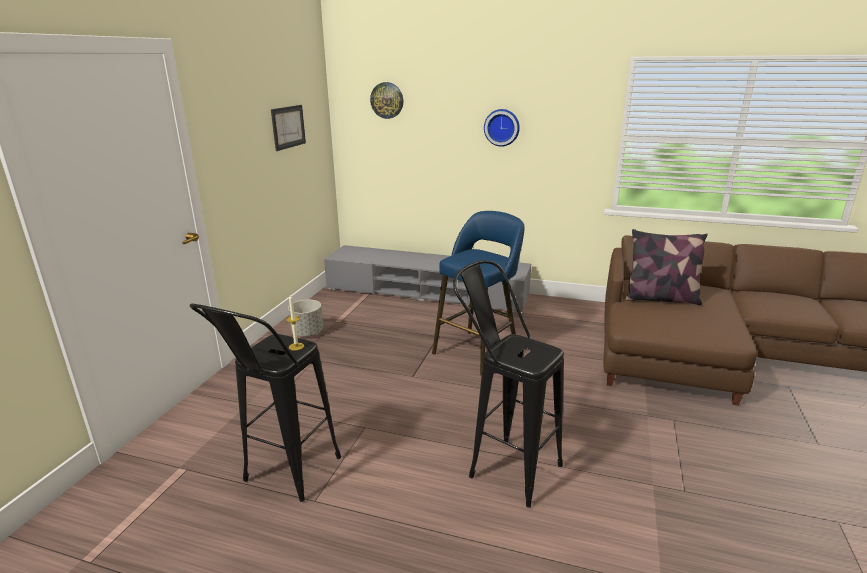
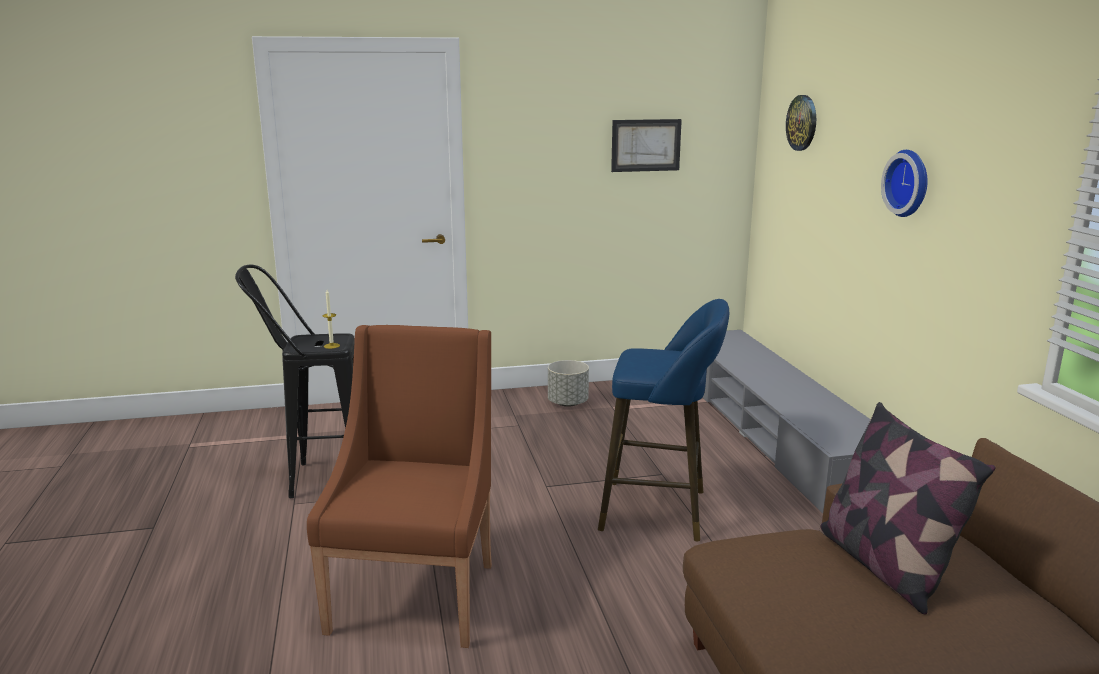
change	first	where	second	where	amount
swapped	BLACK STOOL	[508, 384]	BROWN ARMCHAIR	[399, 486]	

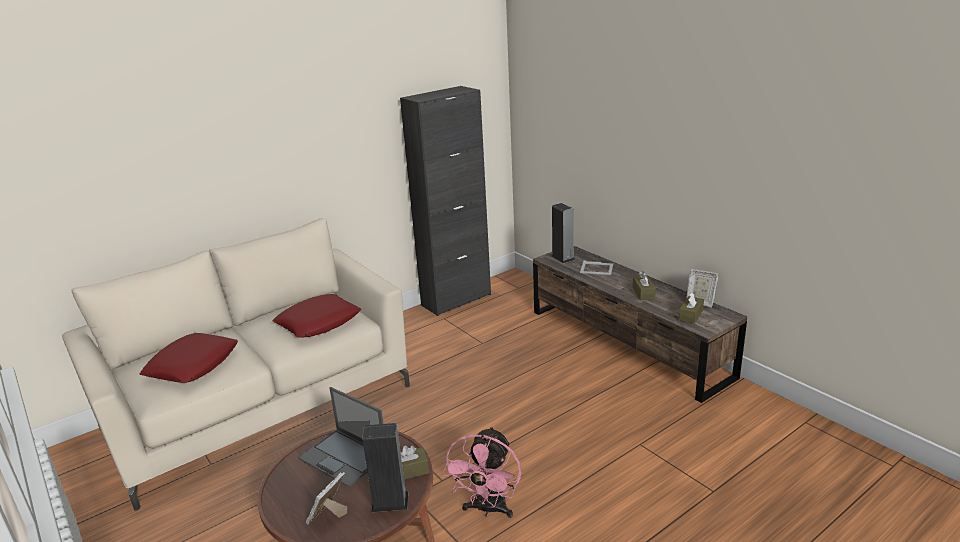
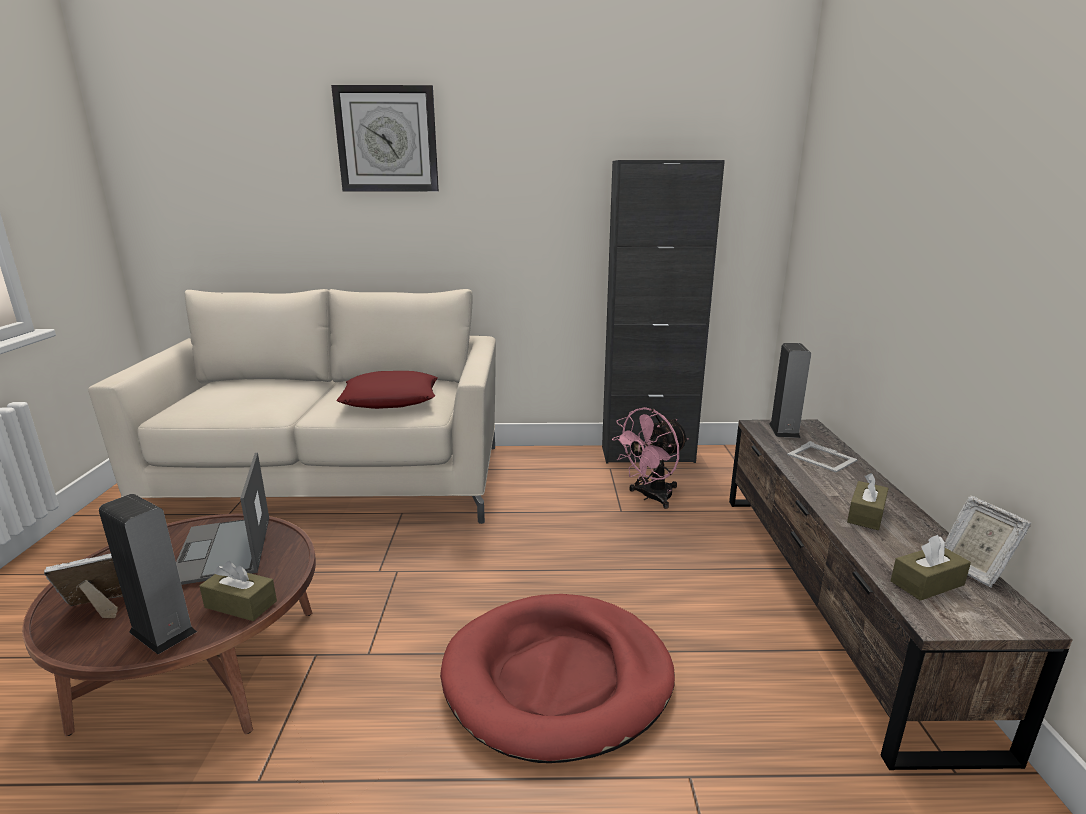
change	first	where	second	where	amount
gone	RED PILLOW	[189, 358]			
shifted	PINK FAN	[481, 472]		[650, 458]	
new			WALL CLOCK	[385, 138]	
new			RED DOG BED	[557, 678]	

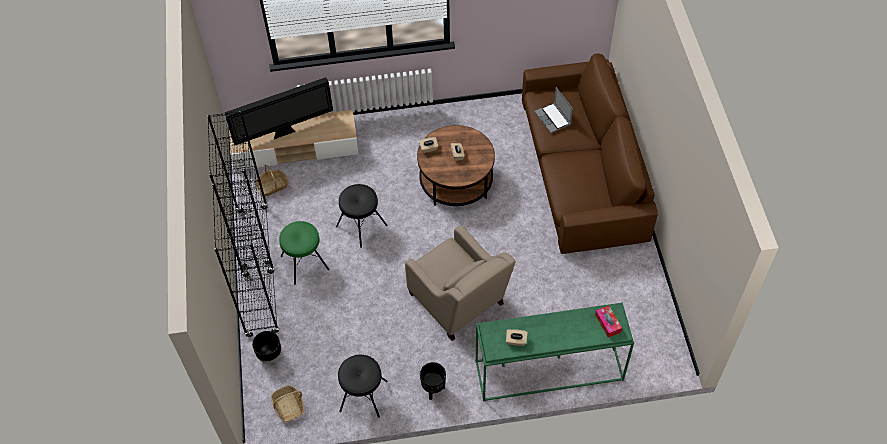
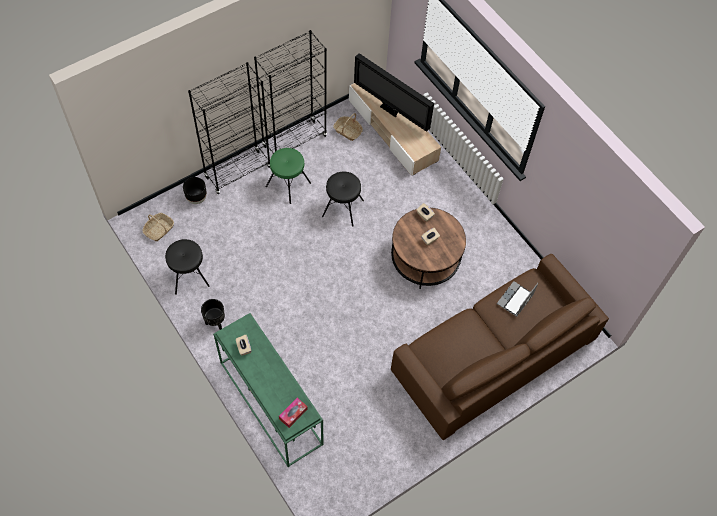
change	first	where	second	where	amount
gone	BEIGE ARMCHAIR	[460, 283]			

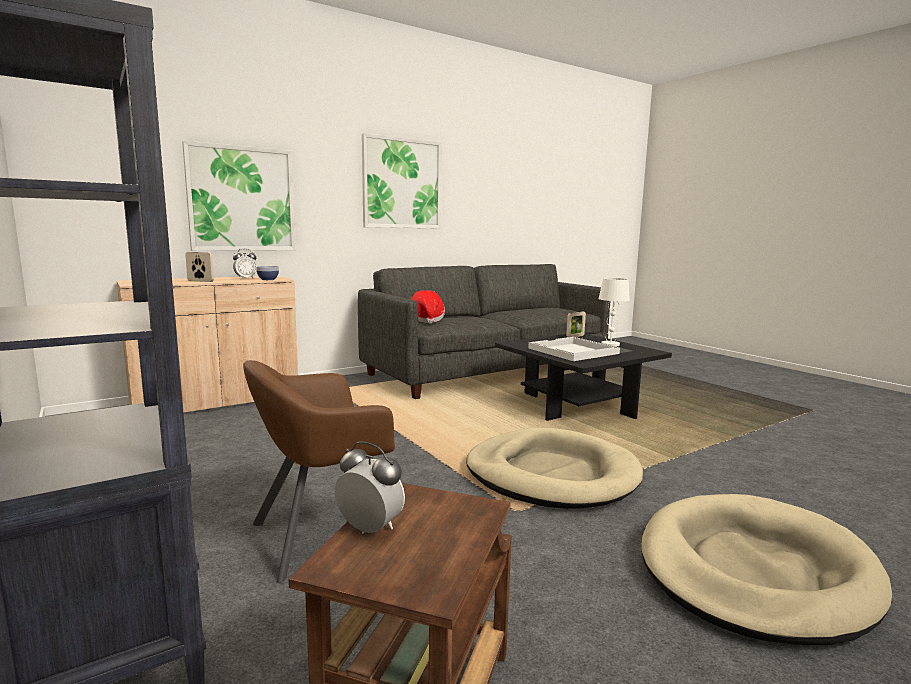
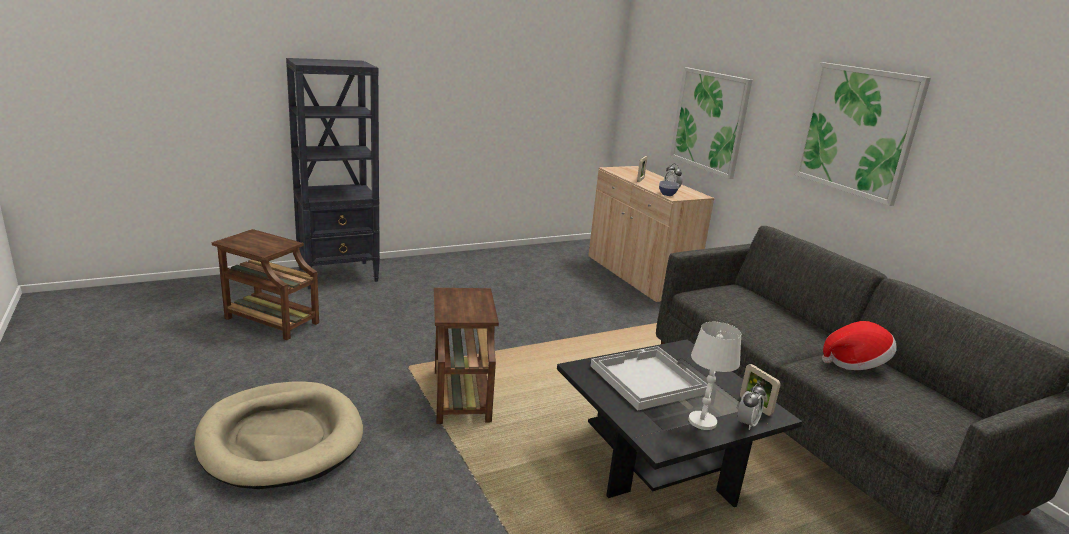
change	first	where	second	where	amount
gone	BROWN ARMCHAIR	[319, 471]			
shifted	ALARM CLOCK	[370, 487]		[752, 406]	
shifted	HAT	[428, 306]		[859, 345]	
swapped	BEIGE DOG BED	[554, 468]	BROWN SIDE TABLE	[466, 356]	

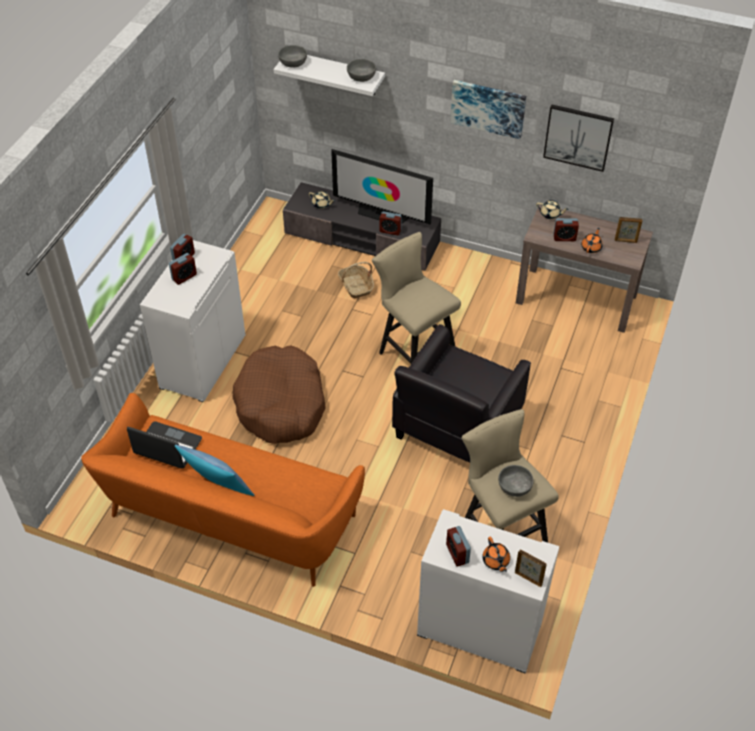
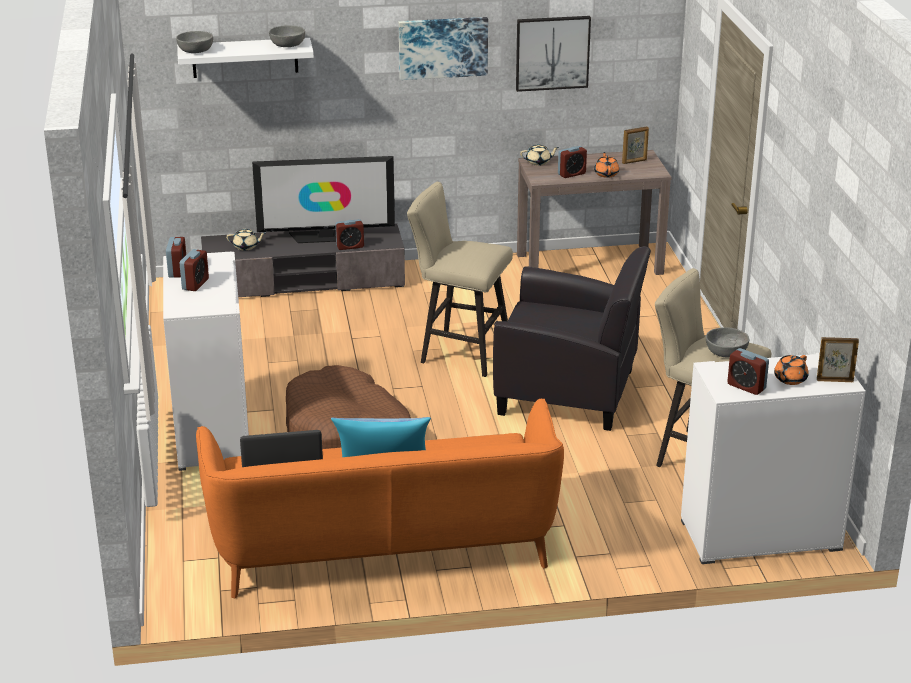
change	first	where	second	where	amount
gone	BASKET	[356, 280]			
rotated	BLACK ARMCHAIR	[461, 393]		[572, 338]	75 degrees counterclockwise
rotated	ORANGE TEAPOT	[496, 554]		[791, 370]	90 degrees clockwise

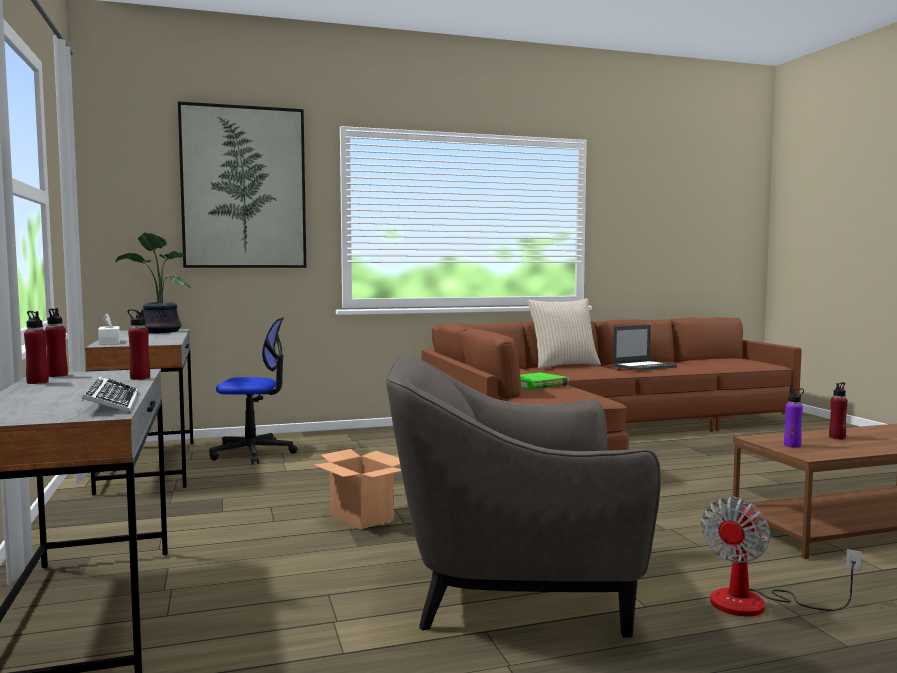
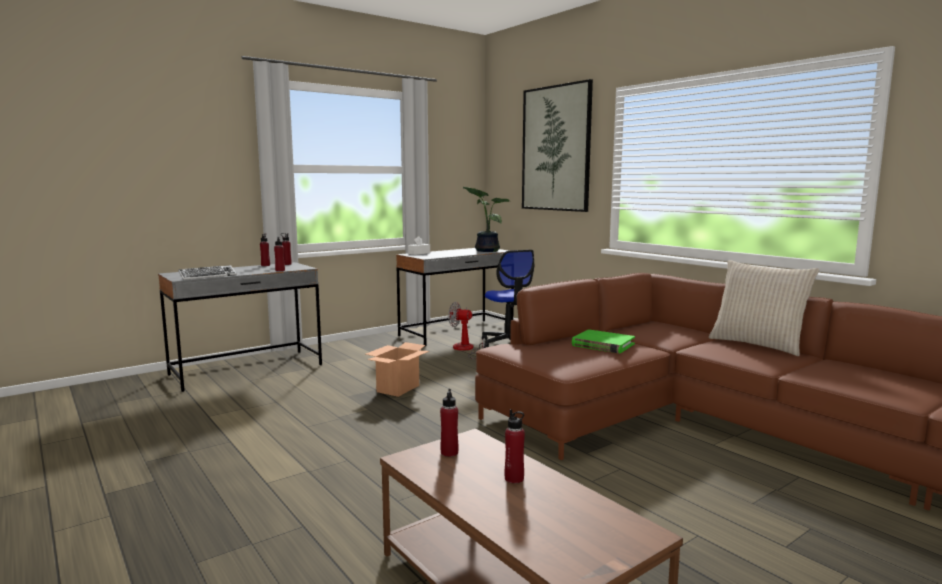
change	first	where	second	where	amount
gone	GREY ARMCHAIR	[523, 496]			
gone	LAPTOP	[645, 348]			
shifted	FAN	[781, 557]		[466, 330]	
repainted	PURPLE BOTTLE	[794, 418]	RED BOTTLE	[449, 423]	

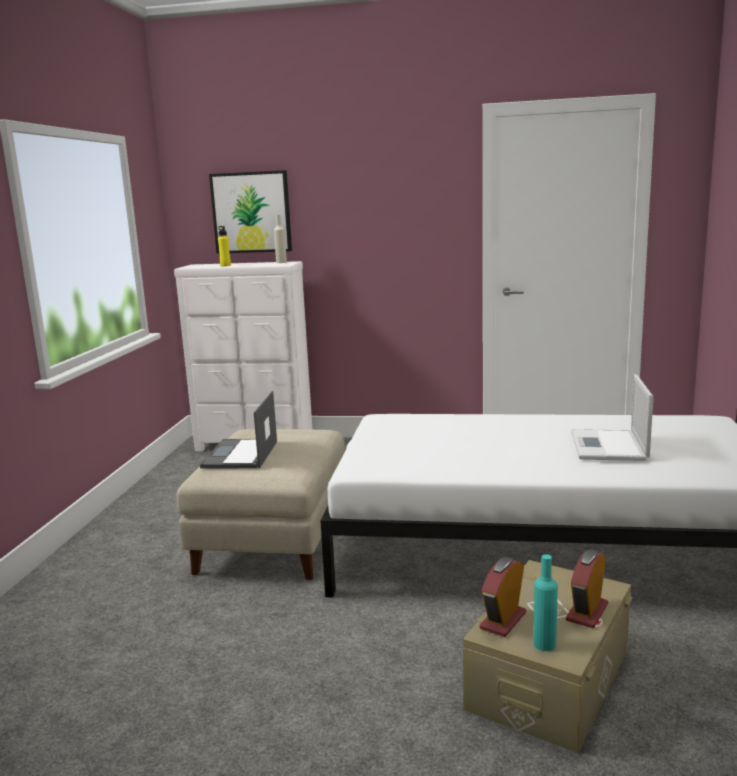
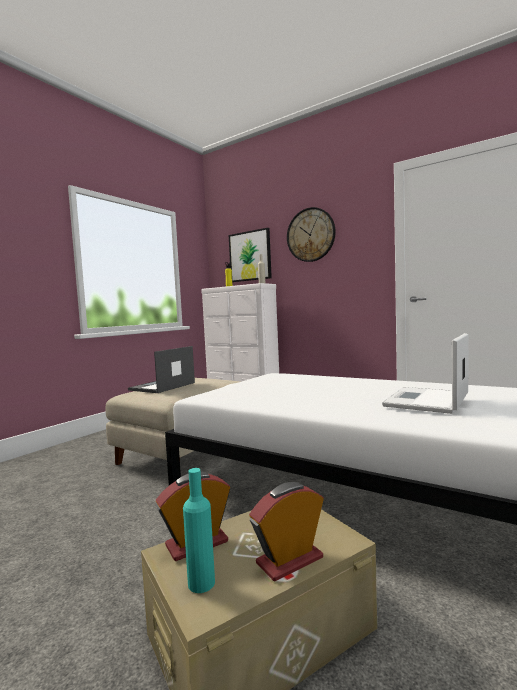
change	first	where	second	where	amount
new			WALL CLOCK	[311, 234]	

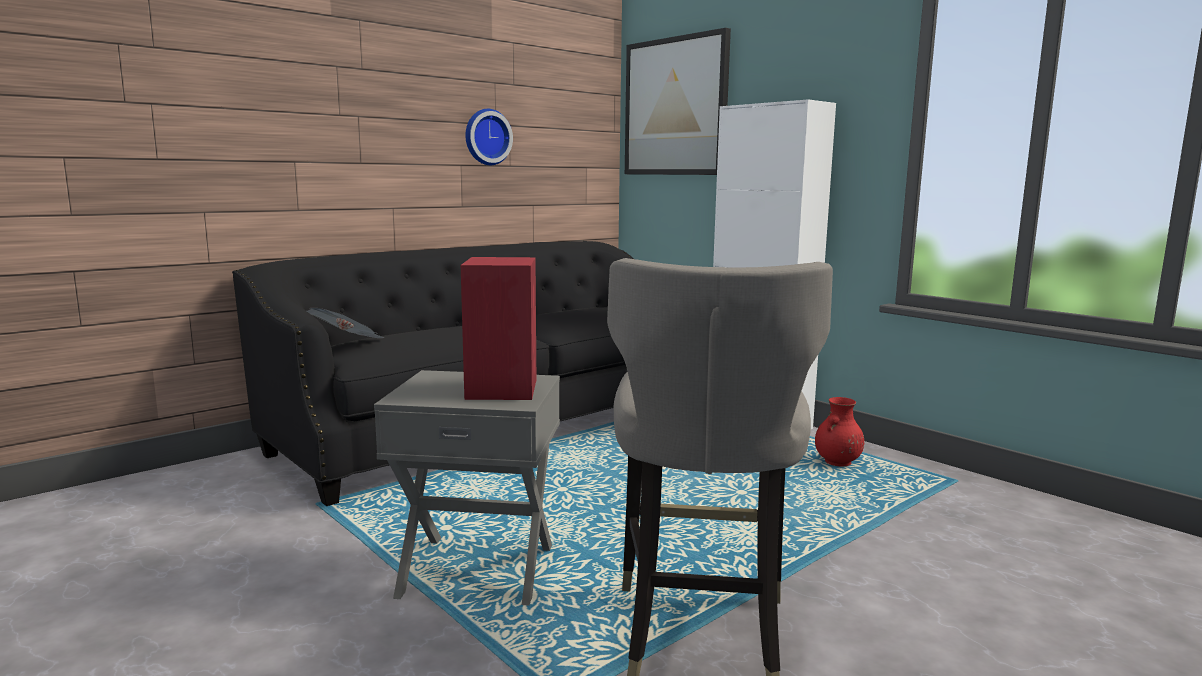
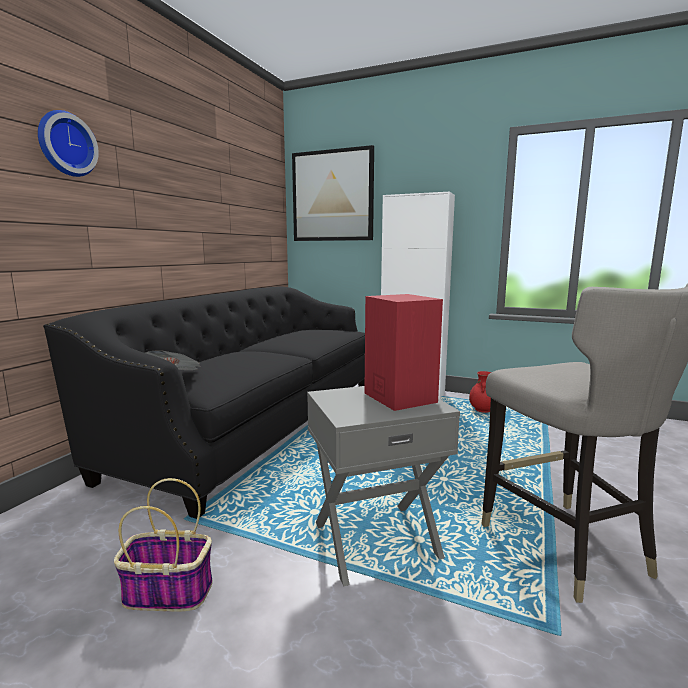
change	first	where	second	where	amount
shifted	WALL CLOCK	[489, 137]		[68, 143]	
new			BASKET	[163, 544]	

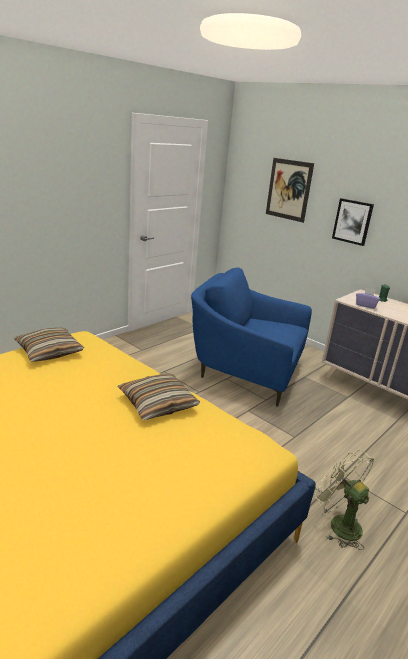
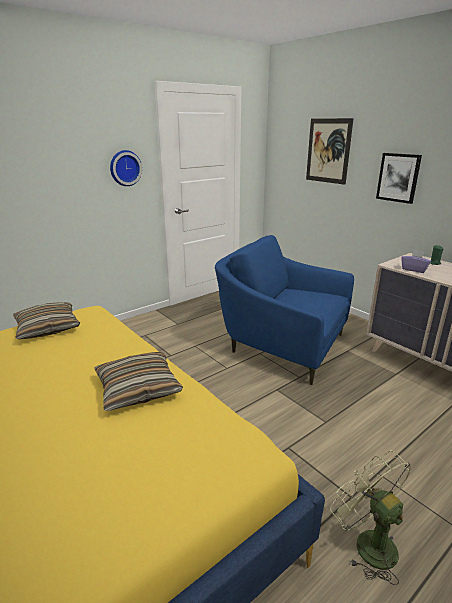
change	first	where	second	where	amount
new			WALL CLOCK	[126, 168]	

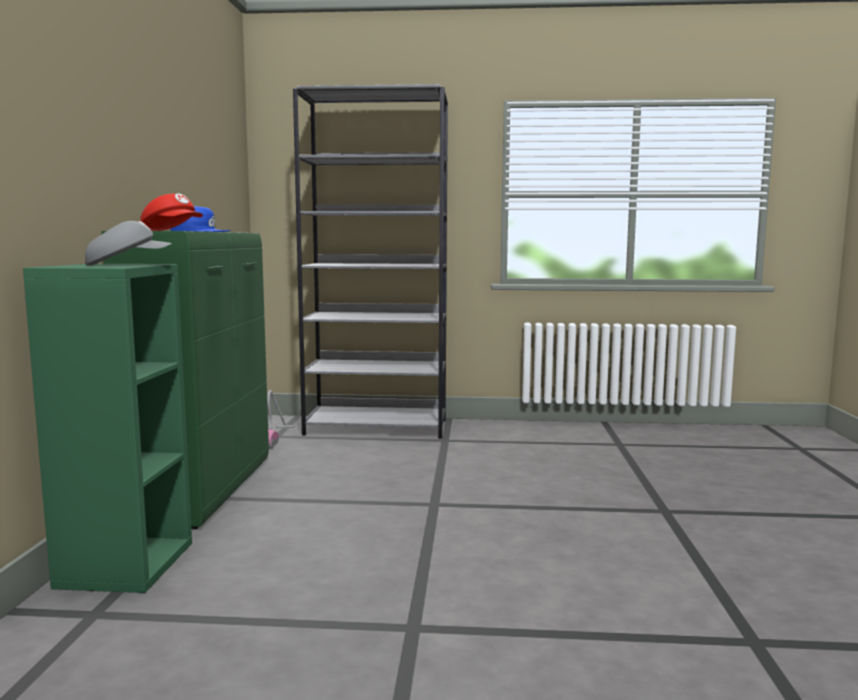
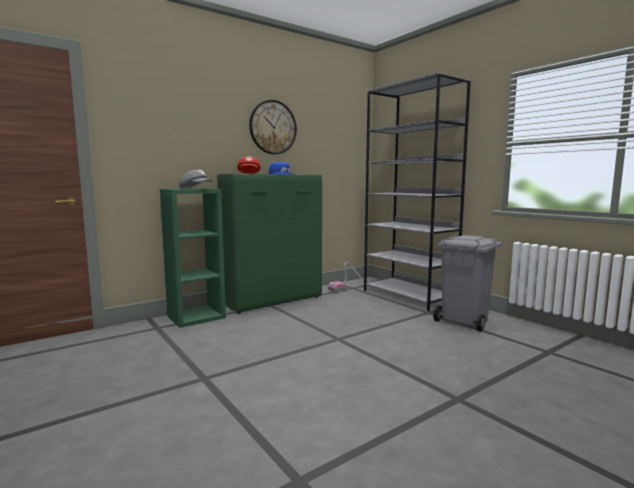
change	first	where	second	where	amount
new			WALL CLOCK	[273, 127]	
new			GREY TRASH CAN	[467, 283]	

